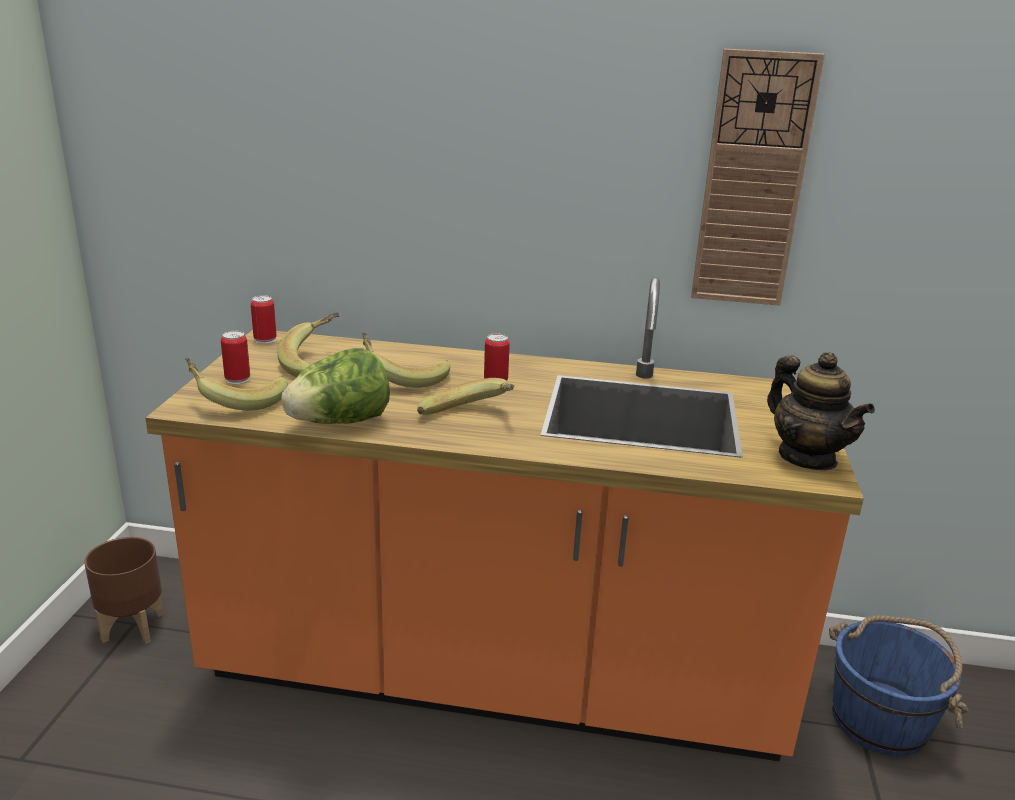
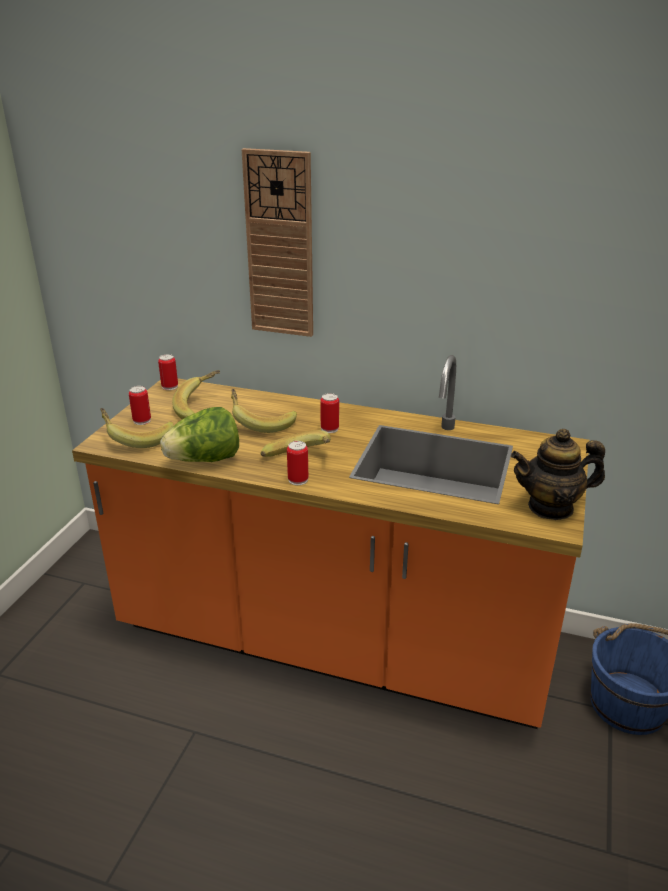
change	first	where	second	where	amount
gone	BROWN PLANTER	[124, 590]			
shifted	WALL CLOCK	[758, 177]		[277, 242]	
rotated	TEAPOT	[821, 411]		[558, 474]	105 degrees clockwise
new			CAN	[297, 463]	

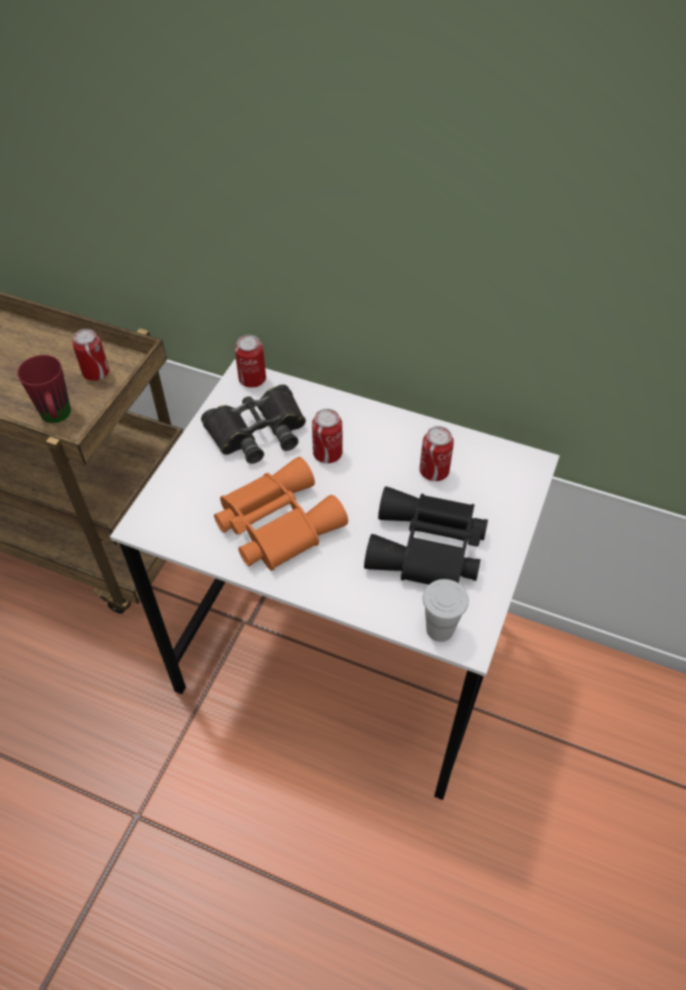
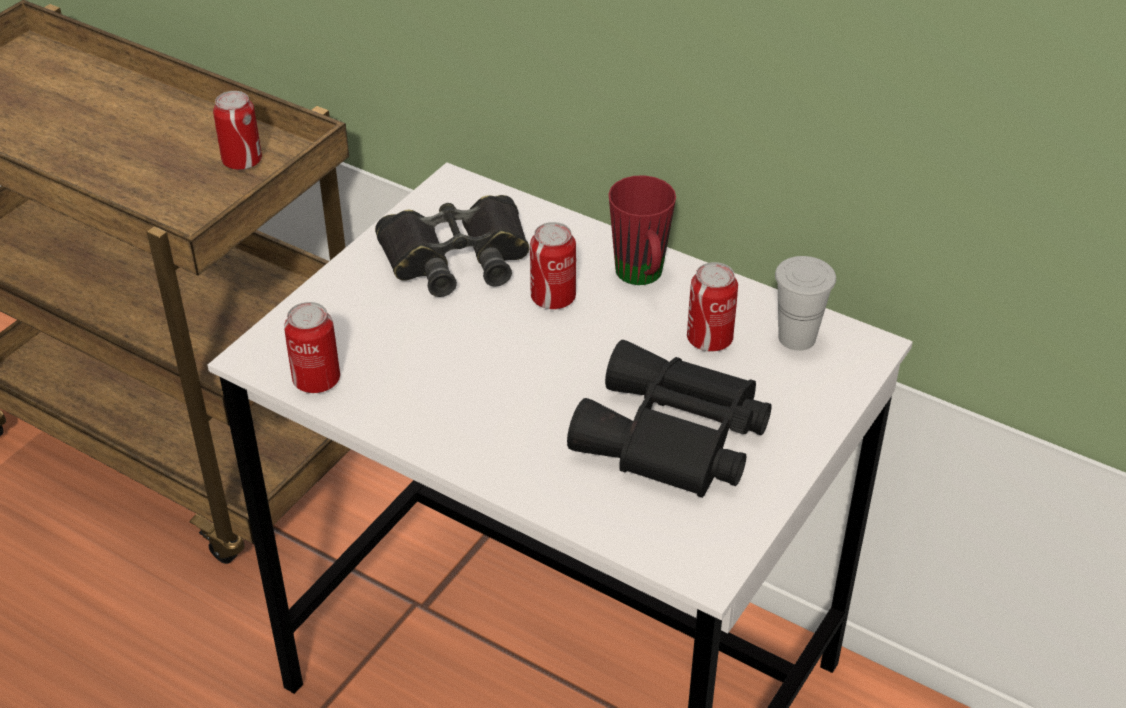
change	first	where	second	where	amount
shifted	RED MUG	[44, 389]		[642, 230]	
gone	ORANGE BINOCULARS	[281, 514]			
shifted	CAN	[250, 361]		[312, 347]	
shifted	WHITE CUP	[446, 610]		[805, 303]	

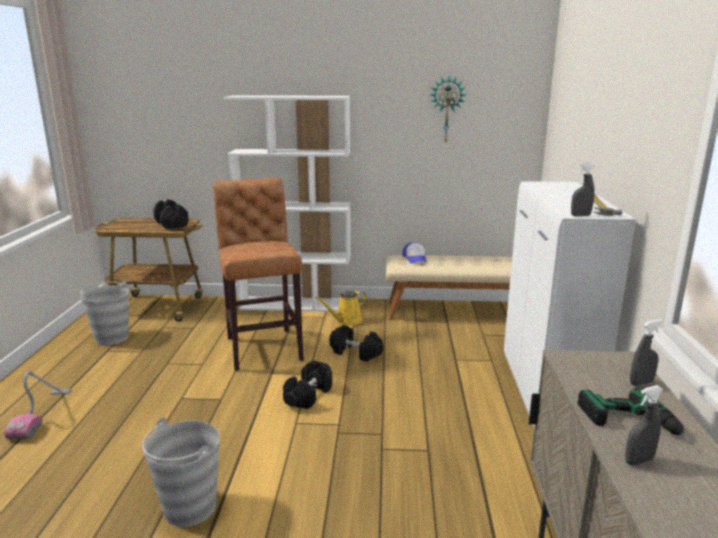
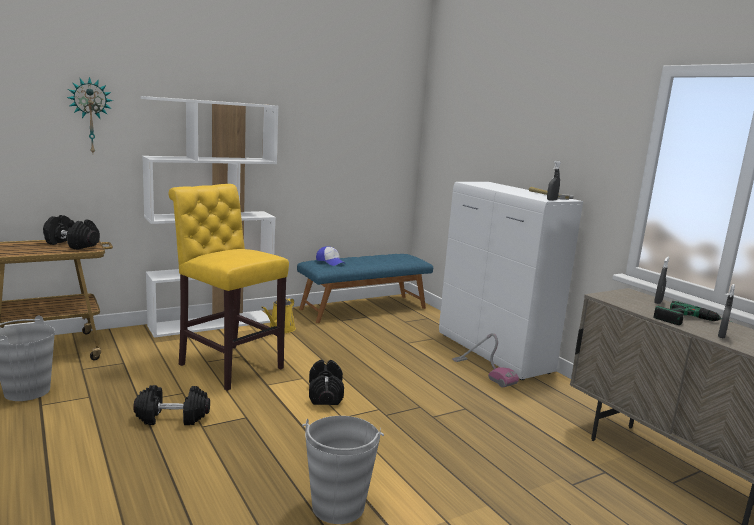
change	first	where	second	where	amount
shifted	VACUUM CLEANER	[37, 405]		[485, 360]	
repainted	BROWN STOOL	[258, 274]	YELLOW STOOL	[228, 287]	
shifted	BLACK DUMBBELL	[356, 343]		[171, 405]	
repainted	BEIGE BENCH	[449, 287]	BLUE BENCH	[365, 288]	
shifted	WALL CLOCK	[448, 110]		[90, 115]	

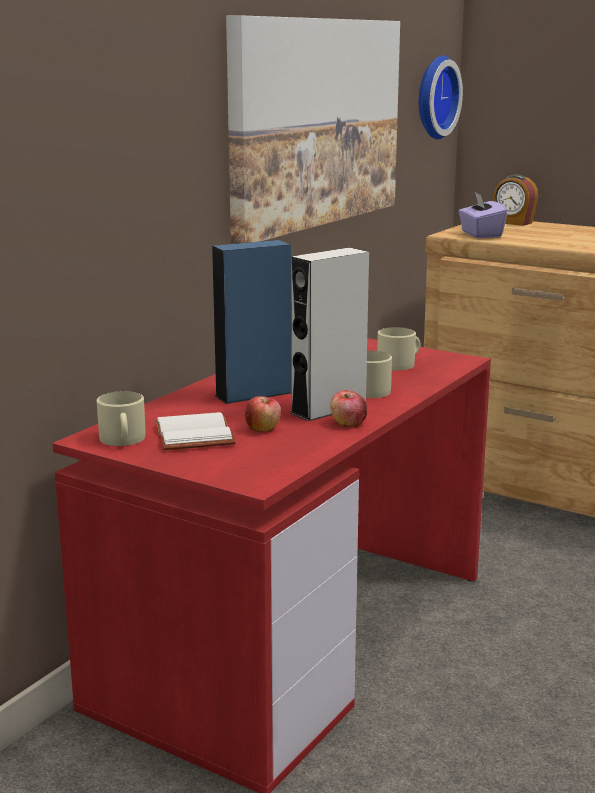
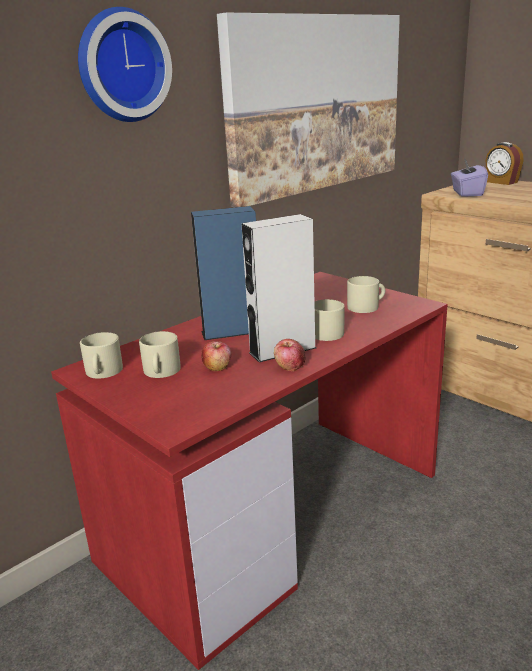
change	first	where	second	where	amount
swapped	WHITE BOOK	[195, 431]	BEIGE MUG	[159, 354]	
shifted	WALL CLOCK	[441, 97]		[125, 64]	

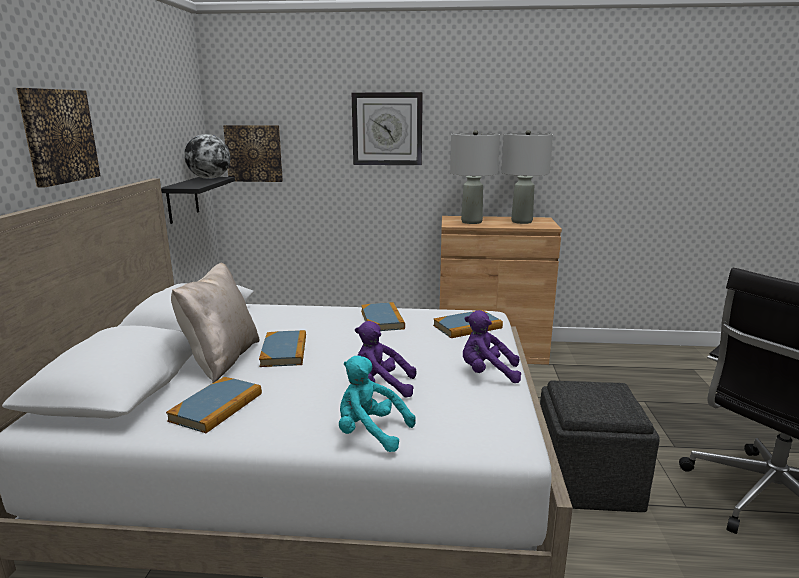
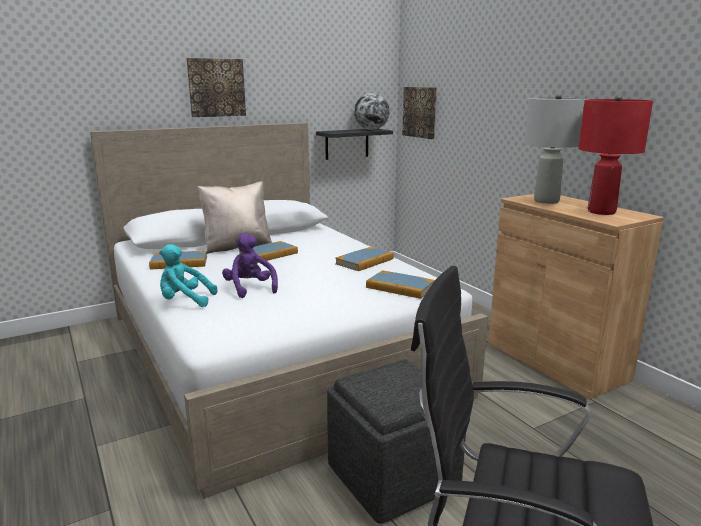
change	first	where	second	where	amount
rotated	TURQUOISE PLUSH TOY	[377, 404]		[188, 275]	75 degrees counterclockwise
gone	WALL CLOCK	[387, 128]			
gone	PURPLE PLUSH TOY	[492, 346]			
repainted	GREY TABLE LAMP	[527, 177]	RED TABLE LAMP	[615, 155]	

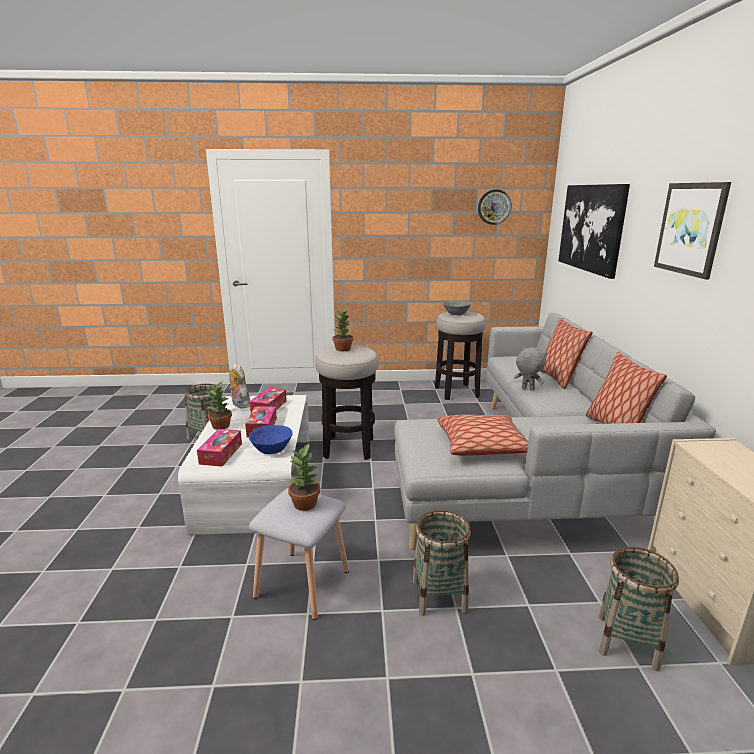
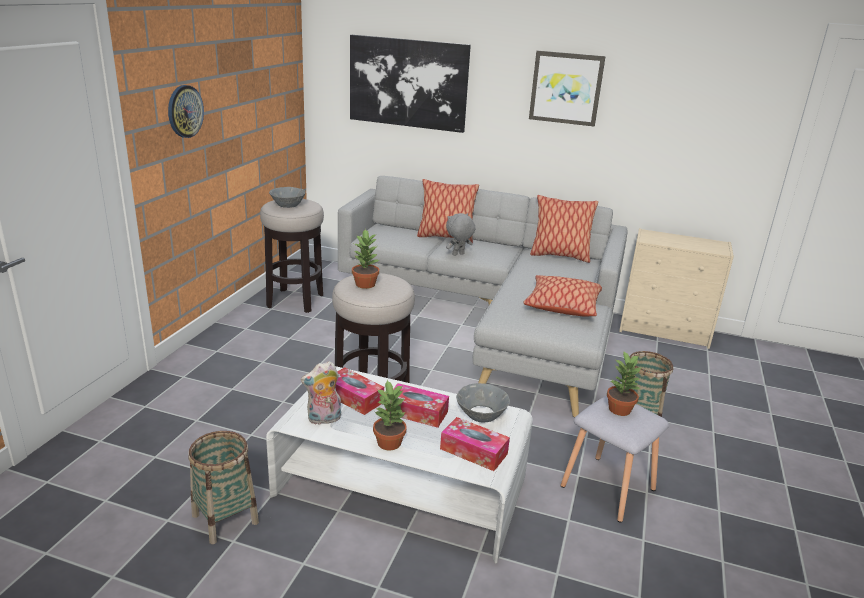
change	first	where	second	where	amount
repainted	BLUE BOWL	[270, 439]	GREY BOWL	[483, 402]	
shifted	WALL CLOCK	[495, 207]		[186, 111]	
gone	BASKET	[638, 609]			

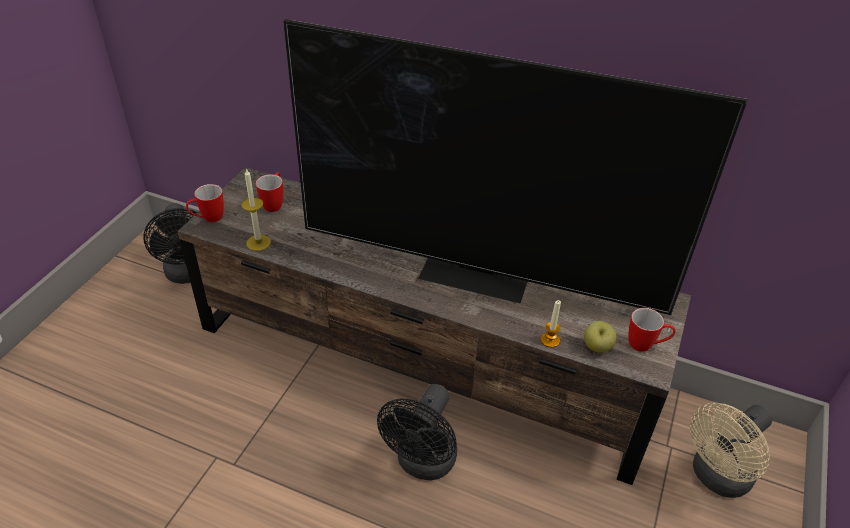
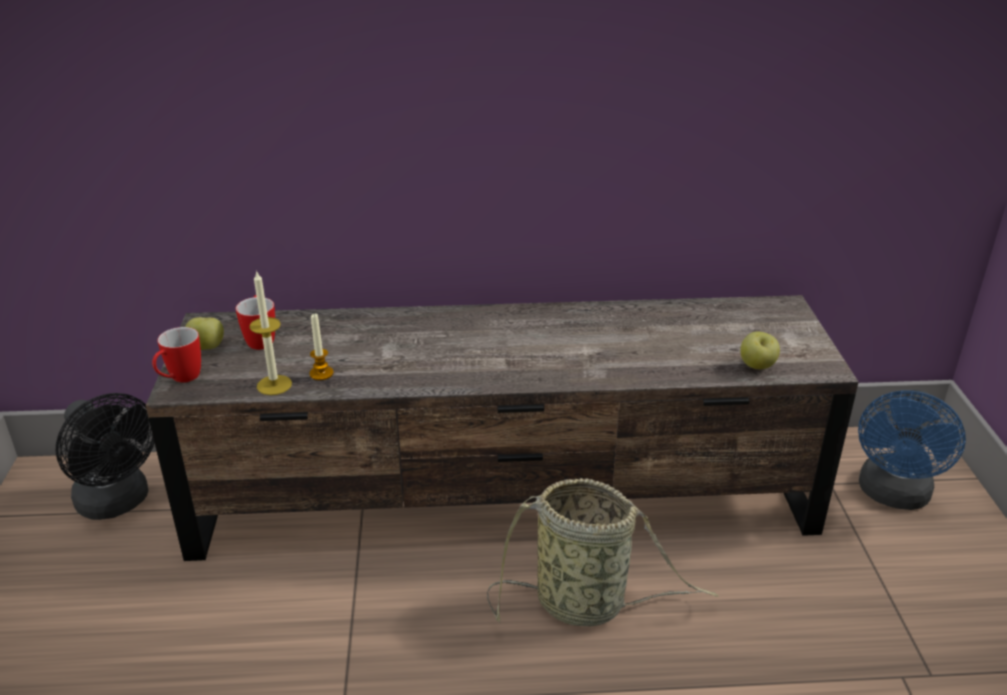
change	first	where	second	where	amount
gone	TELEVISION	[515, 167]			
swapped	BLACK FAN	[417, 432]	BASKET	[603, 552]	
shifted	CANDLE	[551, 324]		[321, 346]	
gone	MUG	[652, 330]			
repainted	BEIGE FAN	[731, 450]	BLUE FAN	[912, 449]	
new			APPLE	[204, 333]	

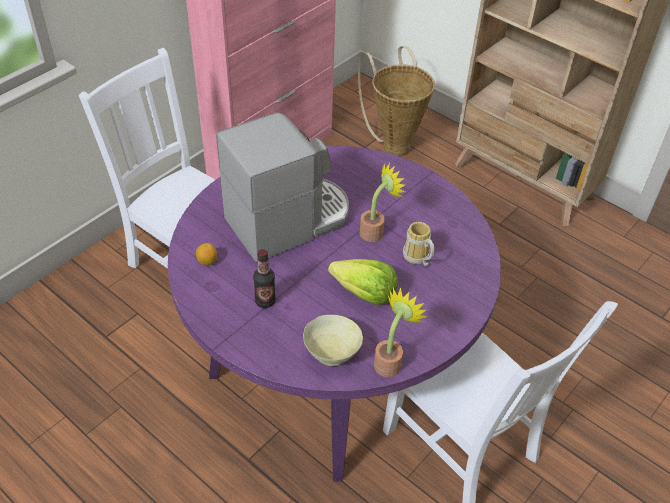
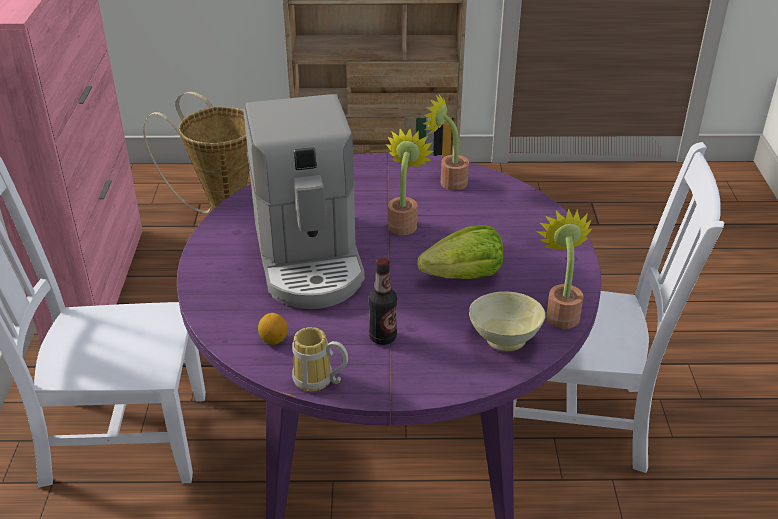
change	first	where	second	where	amount
rotated	COFFEE MACHINE	[282, 187]		[304, 201]	150 degrees clockwise
shifted	MUG	[419, 244]		[320, 359]	
new			POTTED PLANT	[446, 141]	

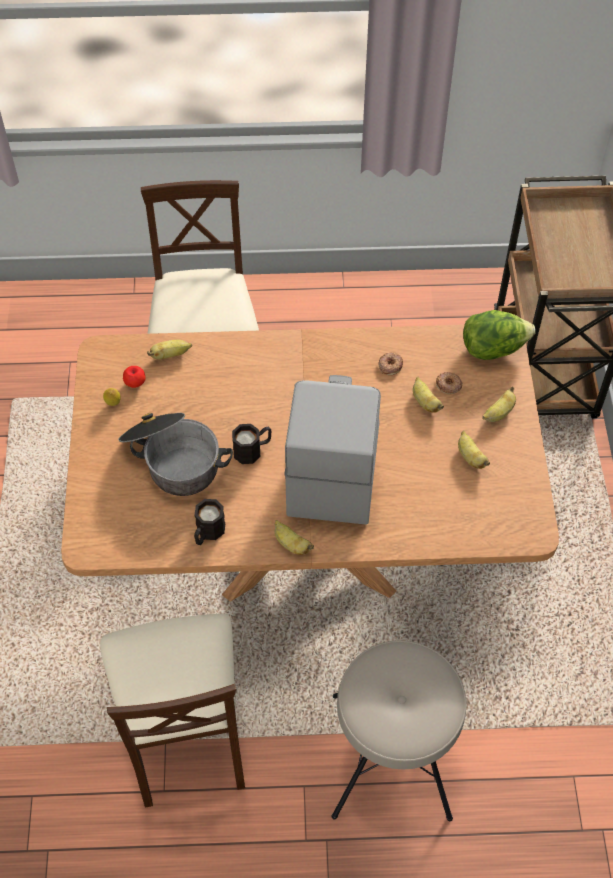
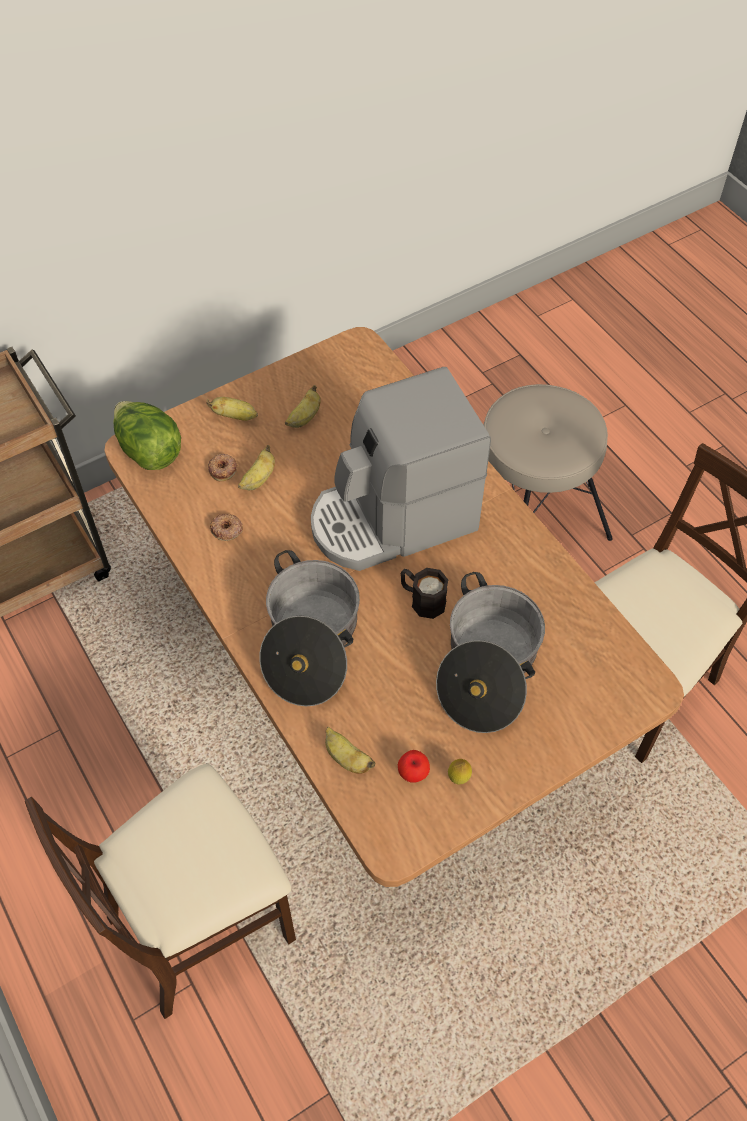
change	first	where	second	where	amount
gone	BLACK MUG	[209, 522]			
gone	BANANA	[294, 537]			
new			COOKING POT	[309, 628]	

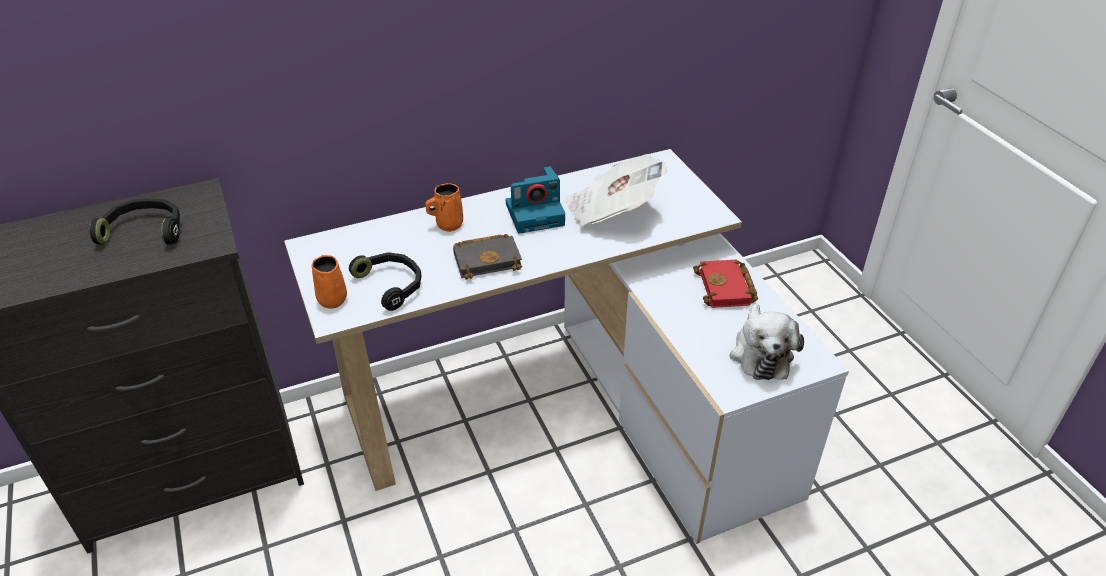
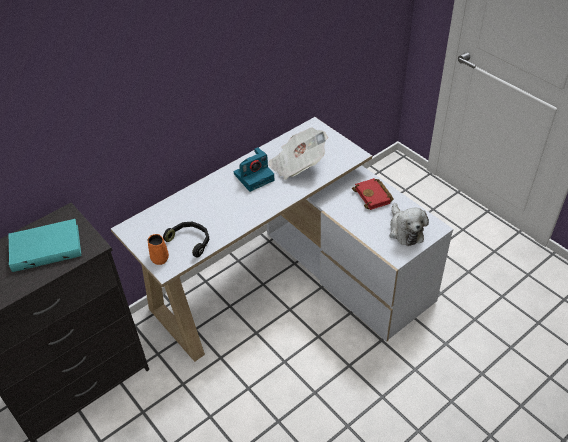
change	first	where	second	where	amount
swapped	BLACK HEADPHONES	[135, 221]	TURQUOISE BOOK	[45, 245]	
gone	ORANGE MUG	[444, 207]			
gone	BLACK BOOK	[487, 256]			

